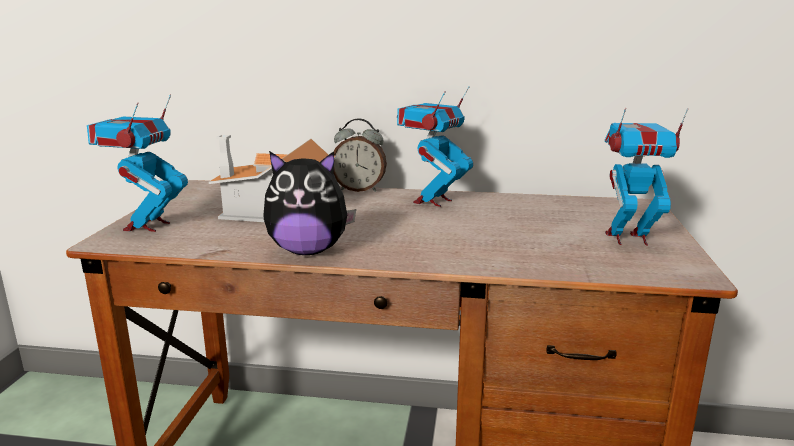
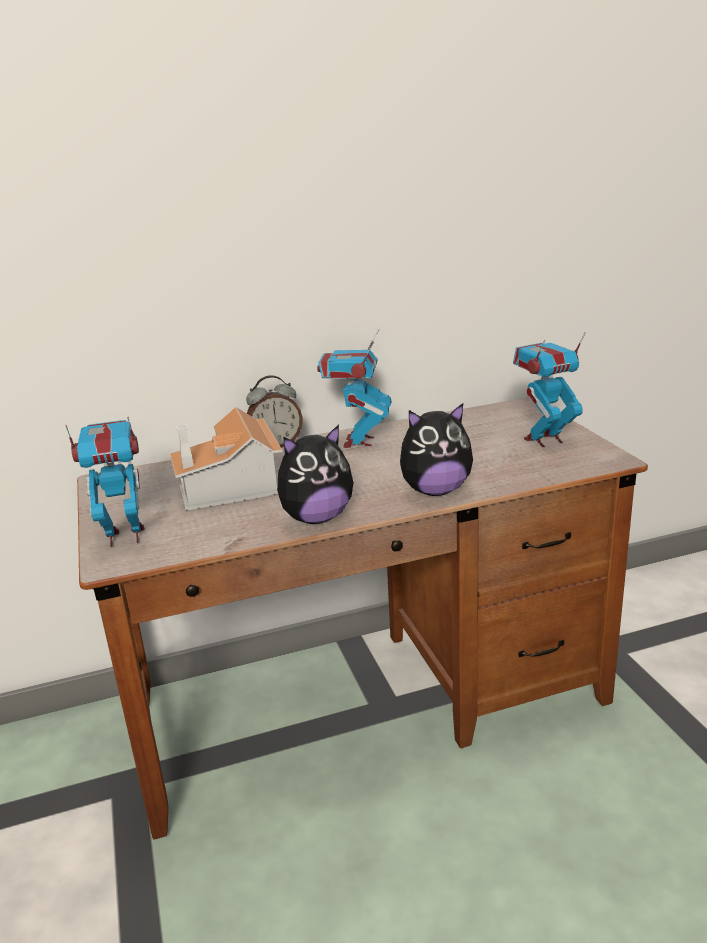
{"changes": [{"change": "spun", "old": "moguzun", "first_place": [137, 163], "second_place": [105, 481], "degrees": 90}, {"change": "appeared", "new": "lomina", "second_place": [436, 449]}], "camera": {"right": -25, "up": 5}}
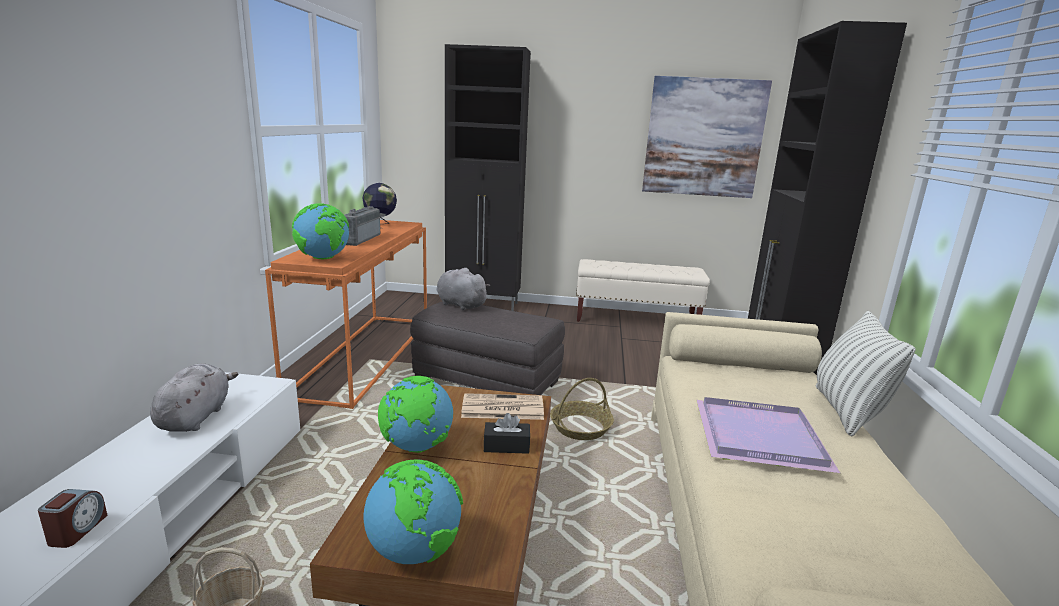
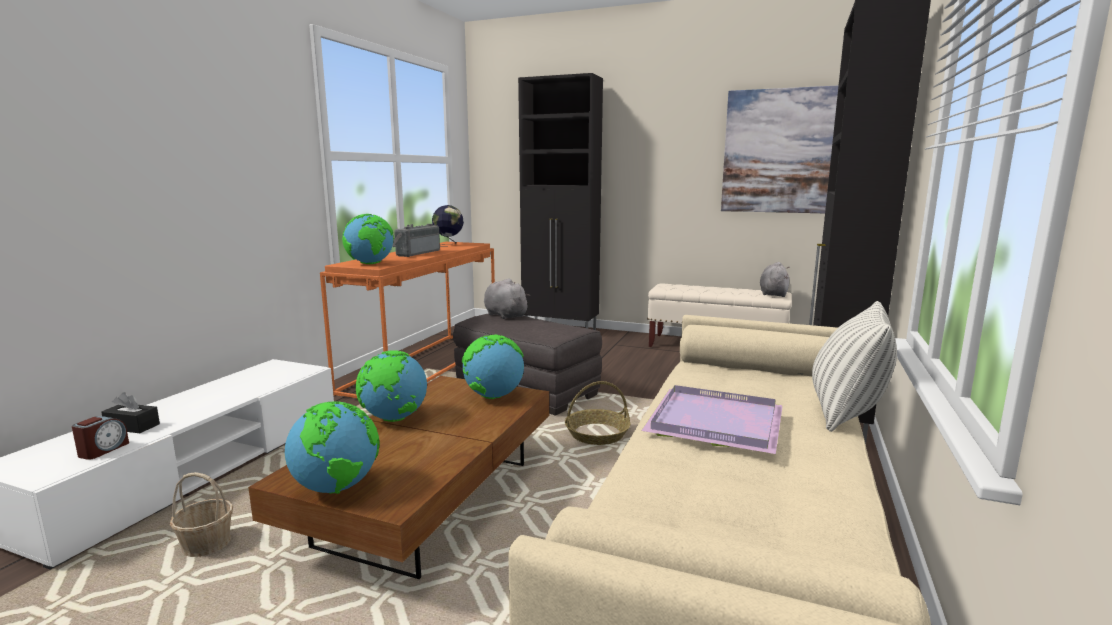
{"changes": [{"change": "relocated", "old": "grey lomina", "first_place": [194, 398], "second_place": [774, 279]}, {"change": "exchanged", "old": "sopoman", "new": "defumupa", "first_place": [502, 406], "second_place": [493, 366]}, {"change": "relocated", "old": "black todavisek", "first_place": [507, 433], "second_place": [130, 412]}], "camera": {"right": 15, "up": -5}}
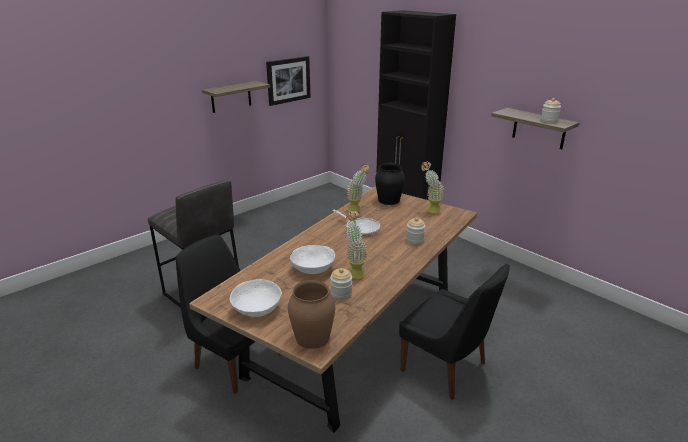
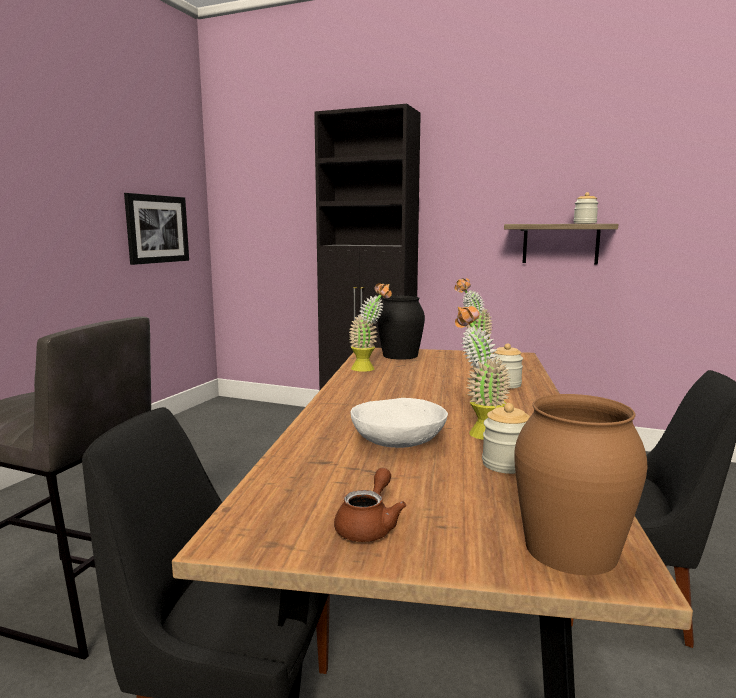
{"changes": [{"change": "missing", "old": "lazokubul", "first_place": [236, 97]}, {"change": "missing", "old": "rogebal", "first_place": [356, 223]}, {"change": "exchanged", "old": "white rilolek", "new": "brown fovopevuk", "first_place": [256, 298], "second_place": [370, 505]}], "camera": {"right": -25, "up": -15}}
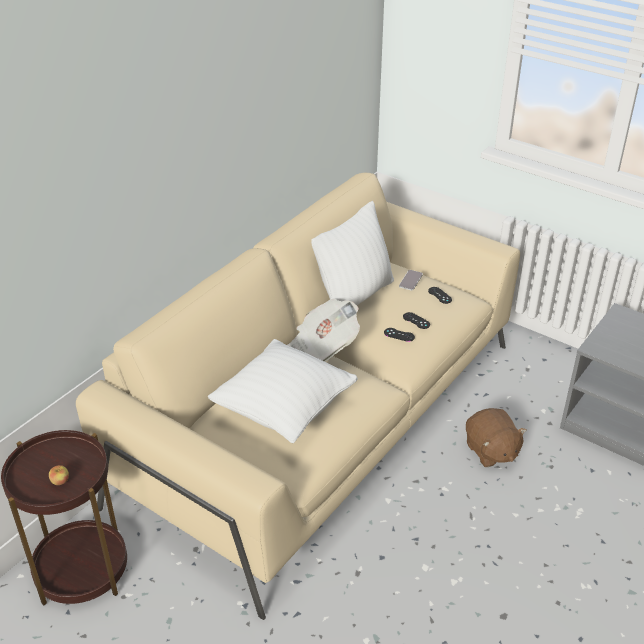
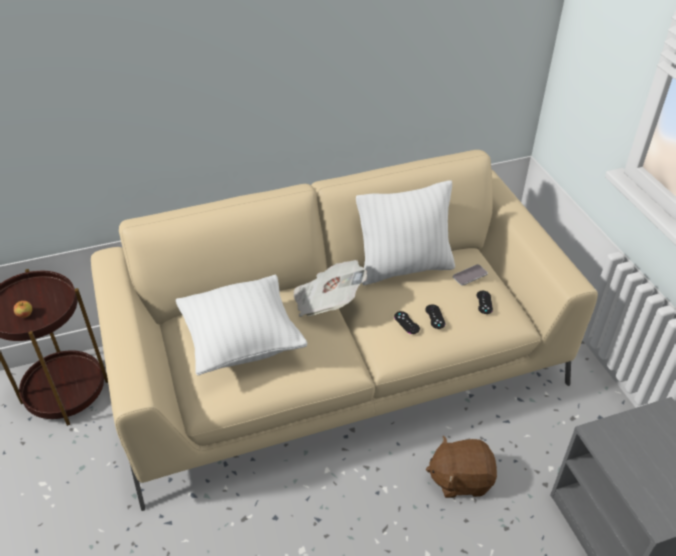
{"changes": [{"change": "spun", "old": "brown lomina", "first_place": [496, 437], "second_place": [461, 467], "degrees": 75}], "camera": {"right": 35, "up": 5}}
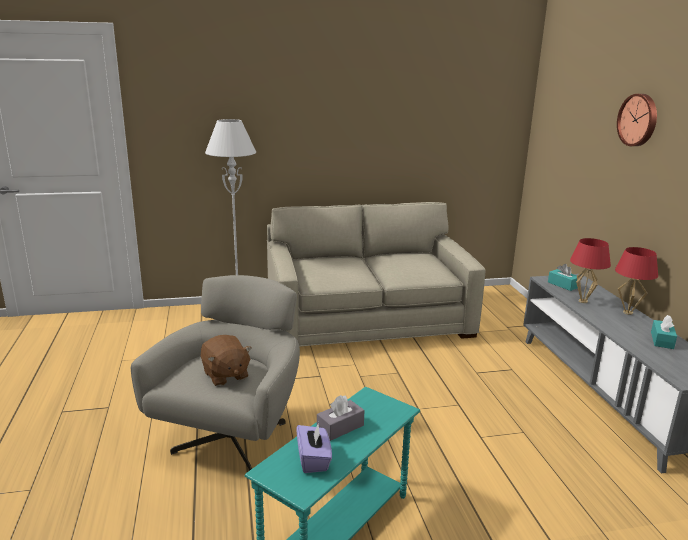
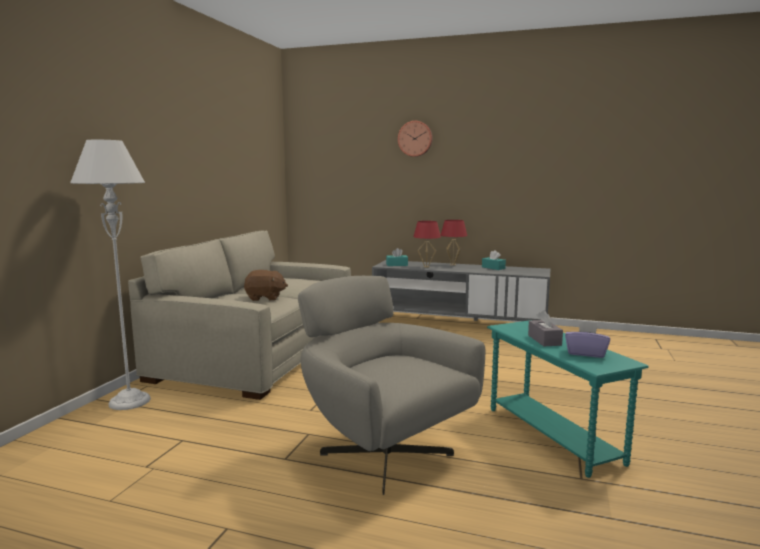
{"changes": [{"change": "relocated", "old": "brown lomina", "first_place": [226, 360], "second_place": [266, 285]}], "camera": {"right": -60, "up": -10}}
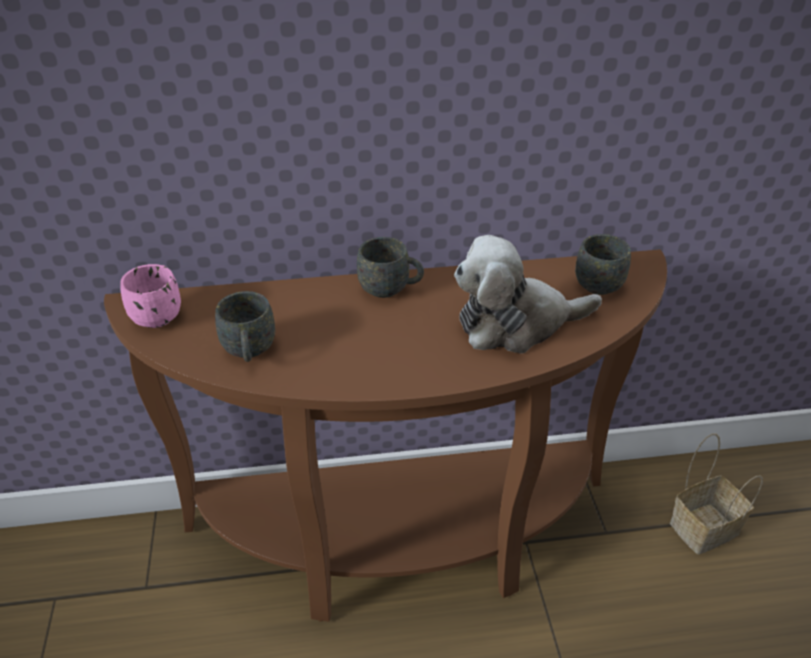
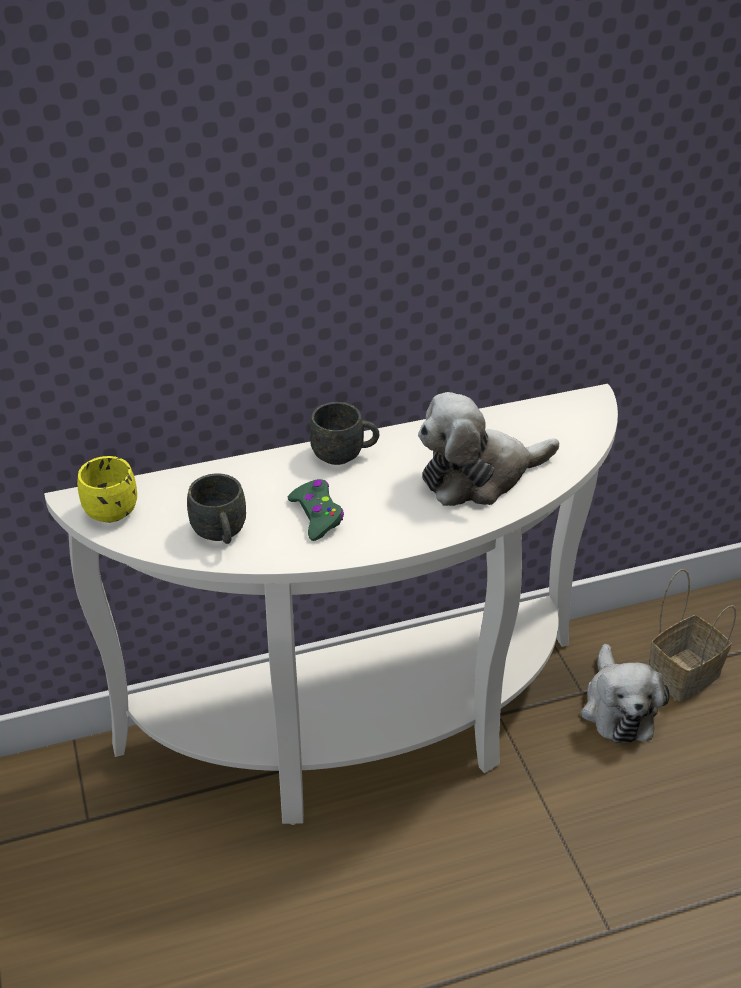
{"changes": [{"change": "missing", "old": "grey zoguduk", "first_place": [603, 264]}, {"change": "colour", "old": "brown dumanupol", "new": "white dumanupol", "first_place": [385, 435], "second_place": [331, 604]}, {"change": "colour", "old": "pink zoguduk", "new": "yellow zoguduk", "first_place": [150, 296], "second_place": [107, 489]}, {"change": "appeared", "new": "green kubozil", "second_place": [316, 510]}, {"change": "appeared", "new": "lomina", "second_place": [625, 694]}], "camera": {"right": -10, "up": 0}}
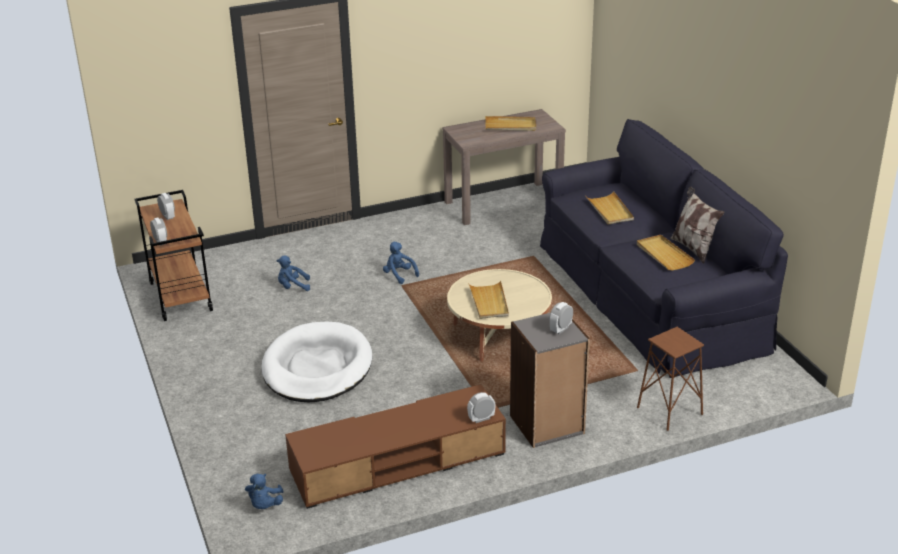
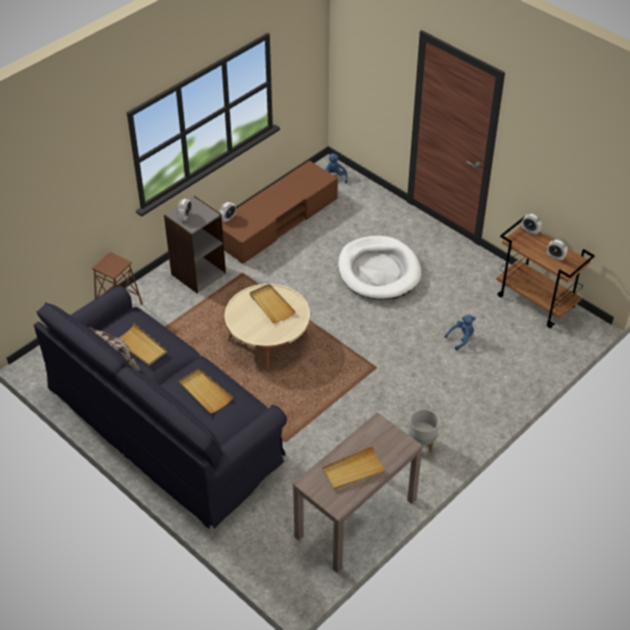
{"changes": [{"change": "missing", "old": "blue lomina", "first_place": [401, 263]}, {"change": "appeared", "new": "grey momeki", "second_place": [424, 431]}], "camera": {"right": 155, "up": 15}}
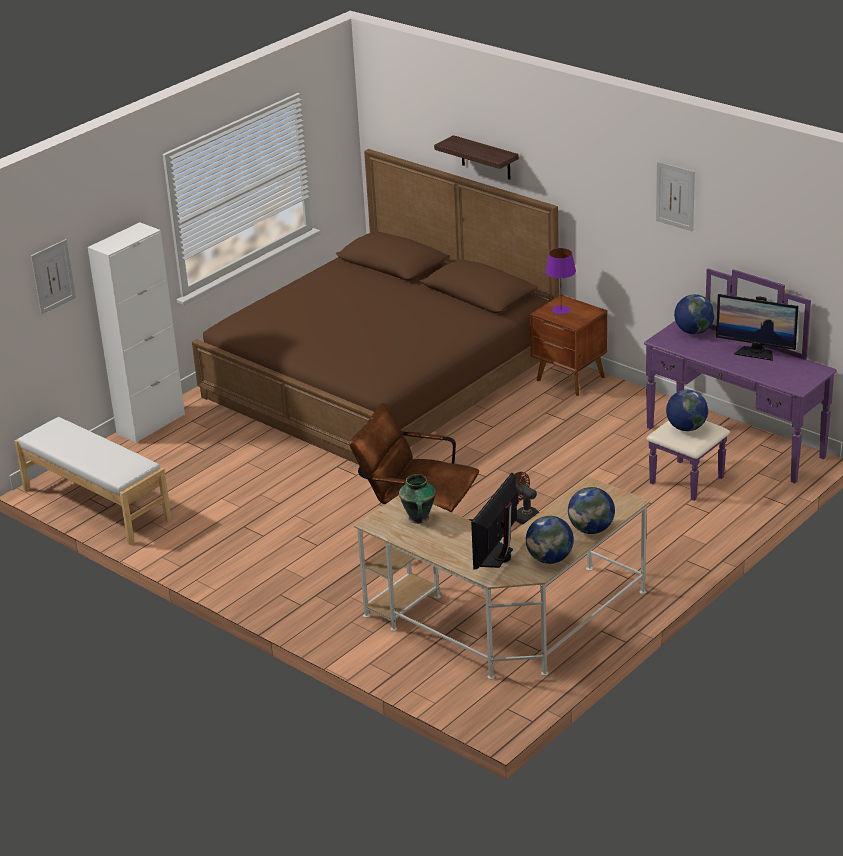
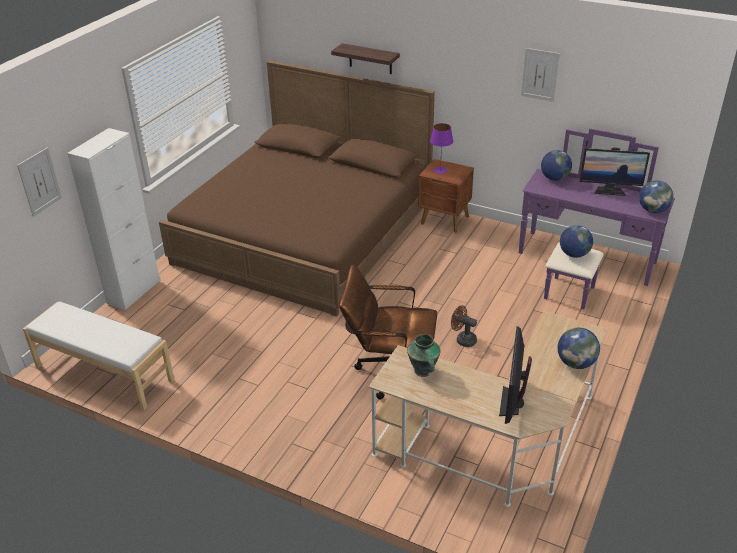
{"changes": [{"change": "relocated", "old": "defumupa", "first_place": [550, 540], "second_place": [656, 196]}], "camera": {"right": -15, "up": 5}}
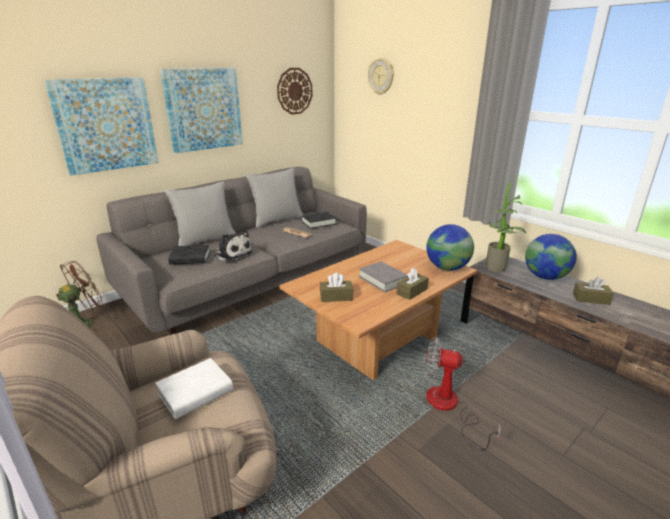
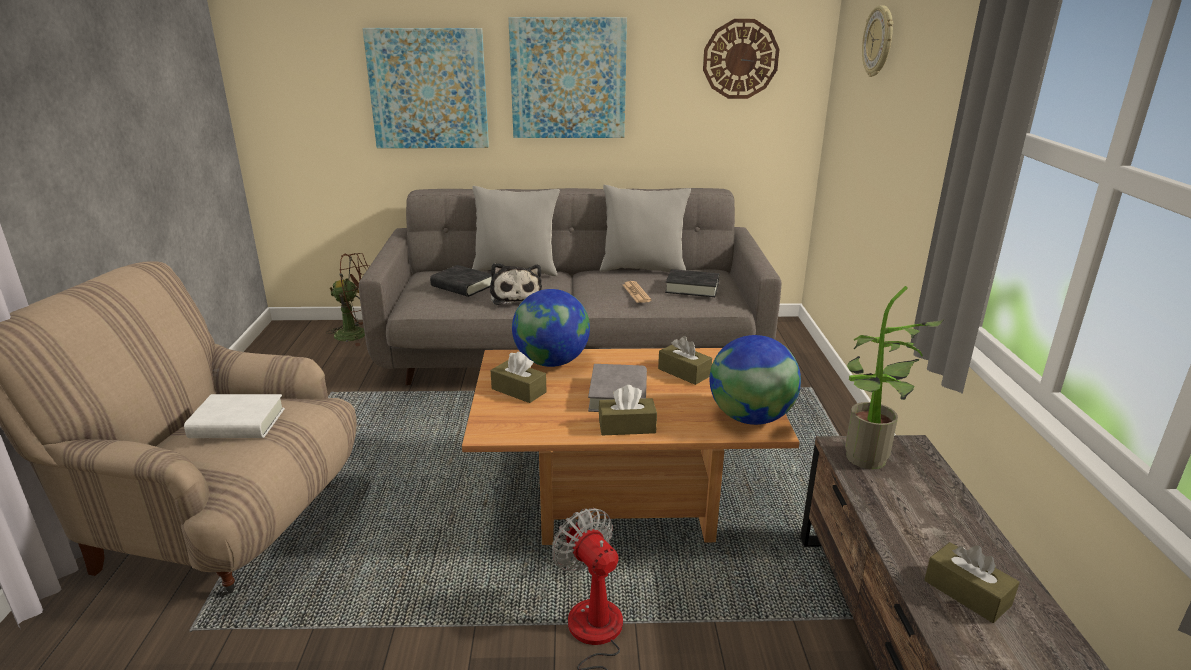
{"changes": [{"change": "relocated", "old": "defumupa", "first_place": [551, 257], "second_place": [551, 328]}, {"change": "appeared", "new": "brown todavisek", "second_place": [685, 360]}], "camera": {"right": 40, "up": 0}}
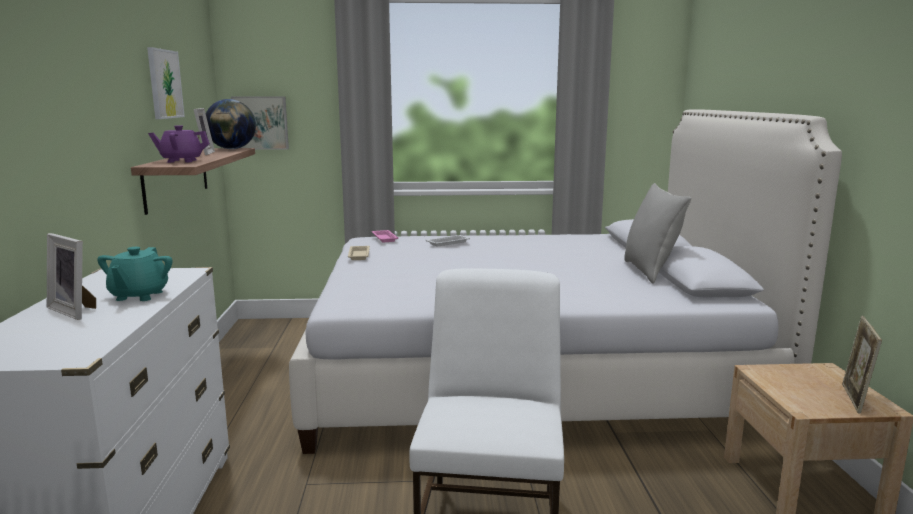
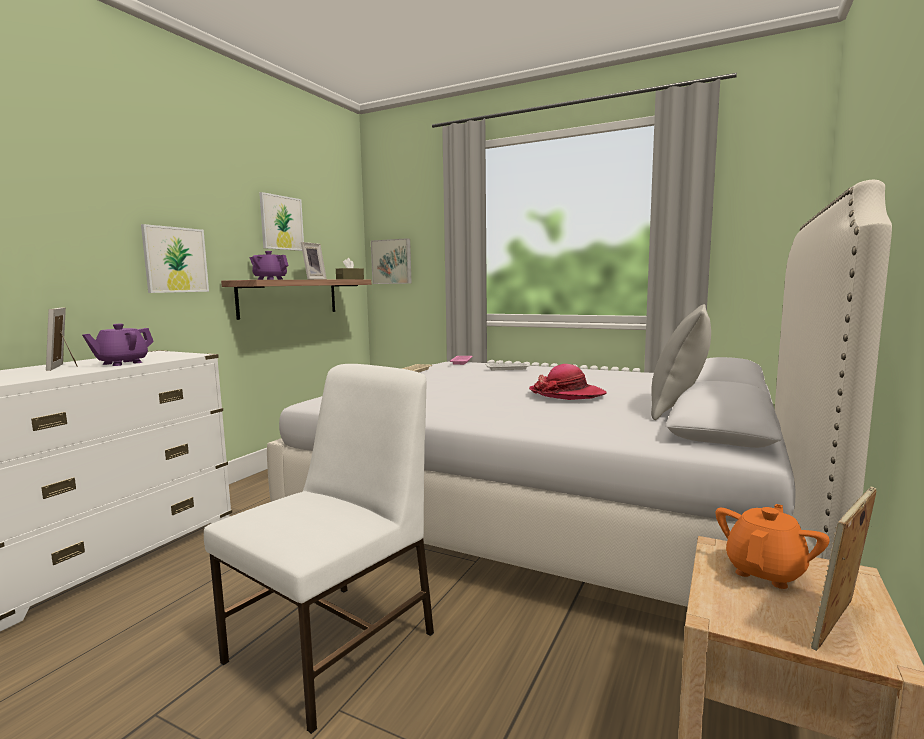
{"changes": [{"change": "exchanged", "old": "defumupa", "new": "brown todavisek", "first_place": [231, 124], "second_place": [350, 269]}, {"change": "colour", "old": "turquoise fovopevuk", "new": "purple fovopevuk", "first_place": [134, 274], "second_place": [118, 345]}, {"change": "appeared", "new": "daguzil", "second_place": [175, 258]}, {"change": "appeared", "new": "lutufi", "second_place": [568, 382]}, {"change": "appeared", "new": "orange fovopevuk", "second_place": [773, 546]}], "camera": {"right": 30, "up": -5}}
